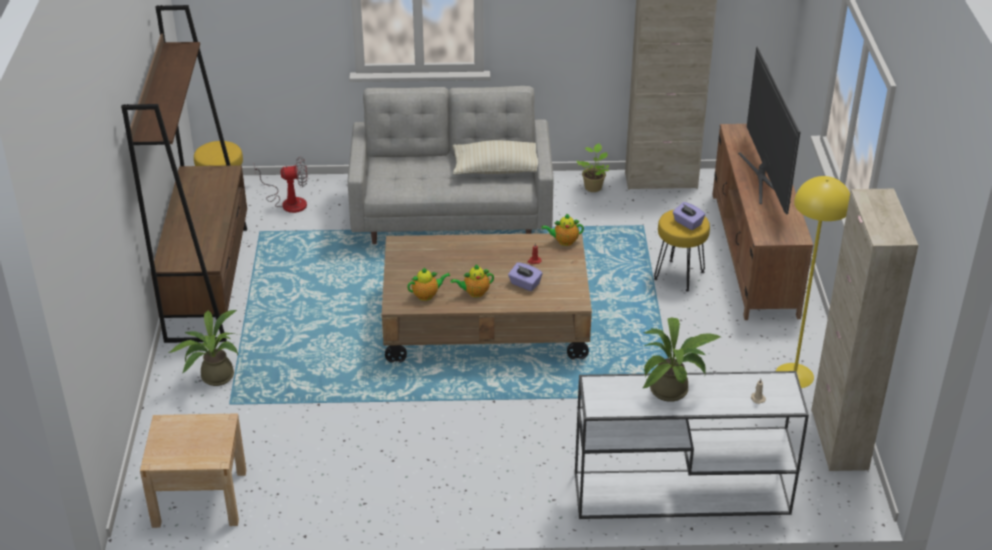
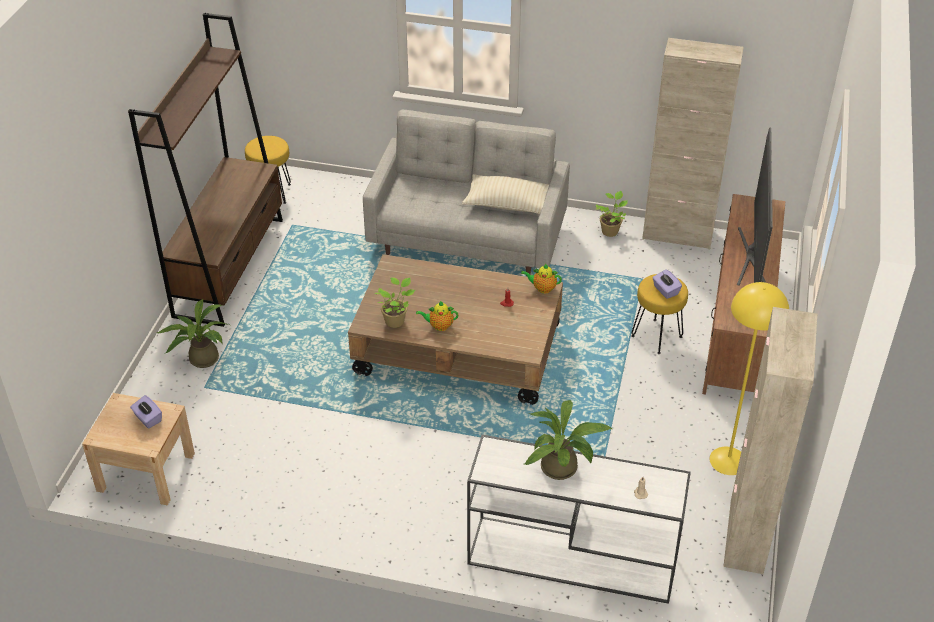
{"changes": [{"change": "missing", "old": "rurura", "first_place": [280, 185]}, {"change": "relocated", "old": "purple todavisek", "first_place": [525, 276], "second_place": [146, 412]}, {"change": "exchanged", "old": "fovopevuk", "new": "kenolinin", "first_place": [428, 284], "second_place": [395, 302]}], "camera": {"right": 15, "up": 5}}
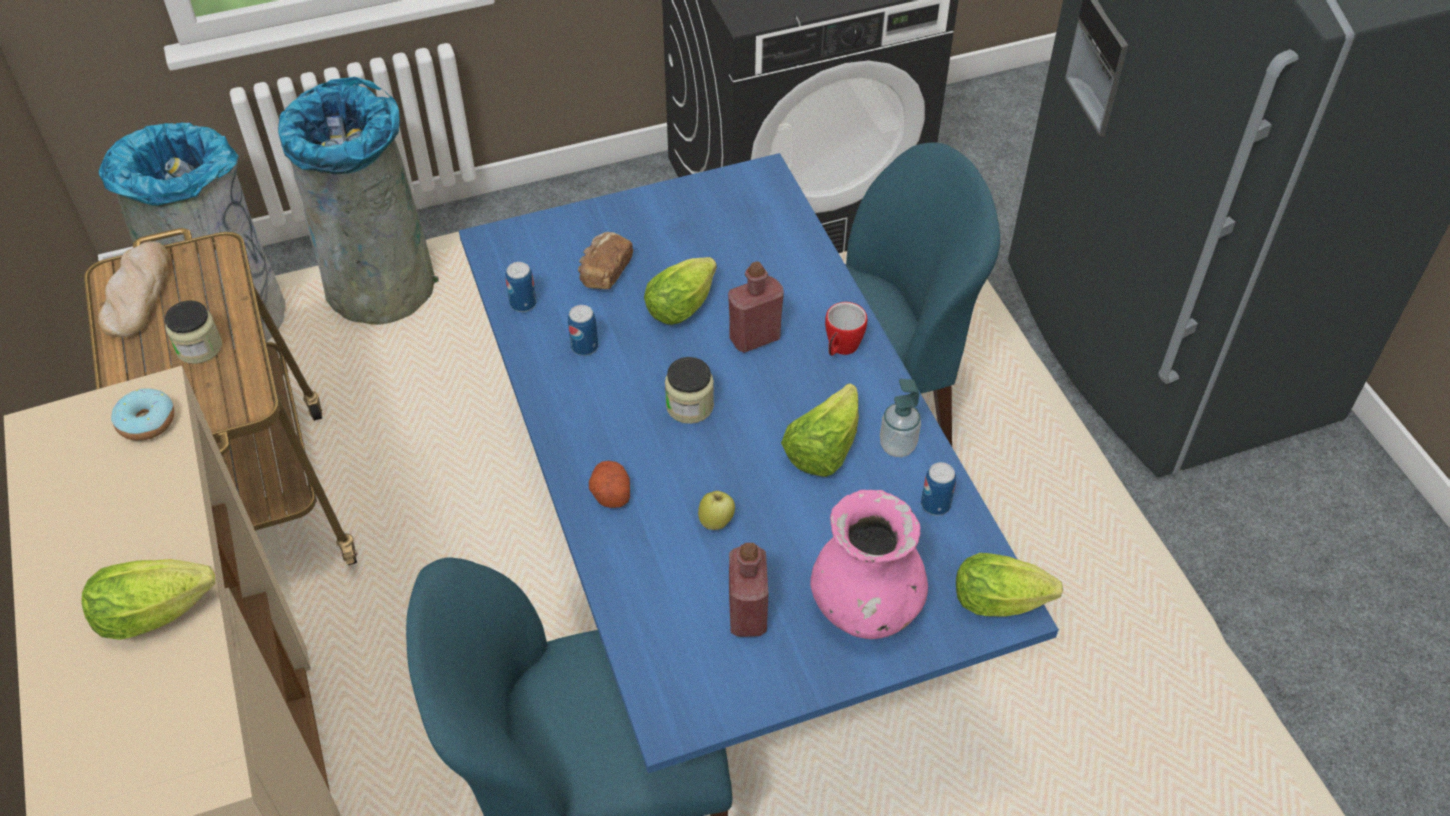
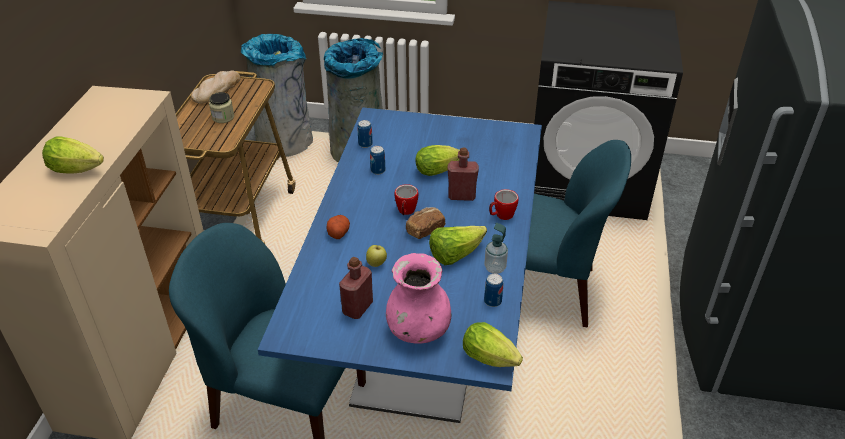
{"changes": [{"change": "relocated", "old": "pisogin", "first_place": [605, 260], "second_place": [425, 223]}, {"change": "exchanged", "old": "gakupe", "new": "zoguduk", "first_place": [689, 390], "second_place": [406, 199]}, {"change": "missing", "old": "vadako", "first_place": [142, 414]}], "camera": {"right": 30, "up": -10}}
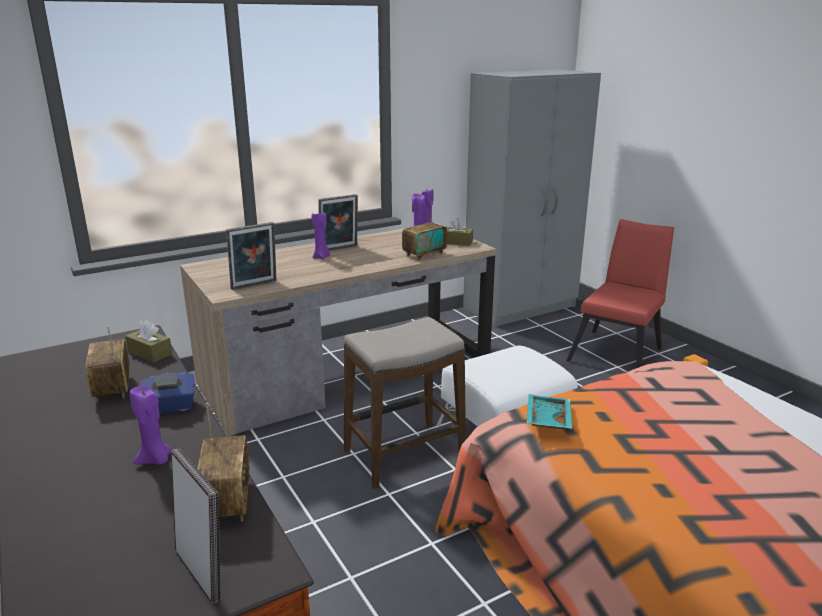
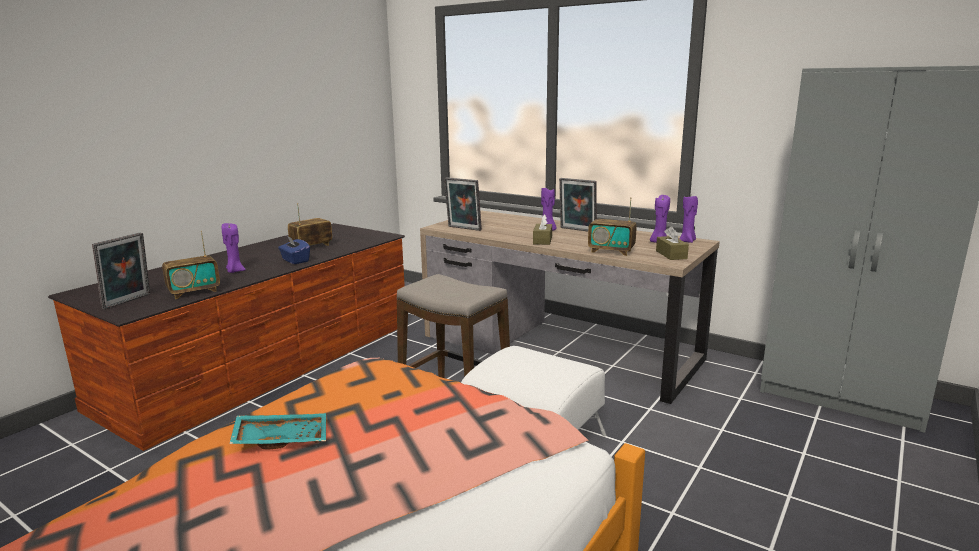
{"changes": [{"change": "missing", "old": "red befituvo", "first_place": [620, 293]}, {"change": "relocated", "old": "brown todavisek", "first_place": [148, 341], "second_place": [542, 229]}, {"change": "relocated", "old": "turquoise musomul", "first_place": [549, 411], "second_place": [277, 431]}], "camera": {"right": 65, "up": -5}}
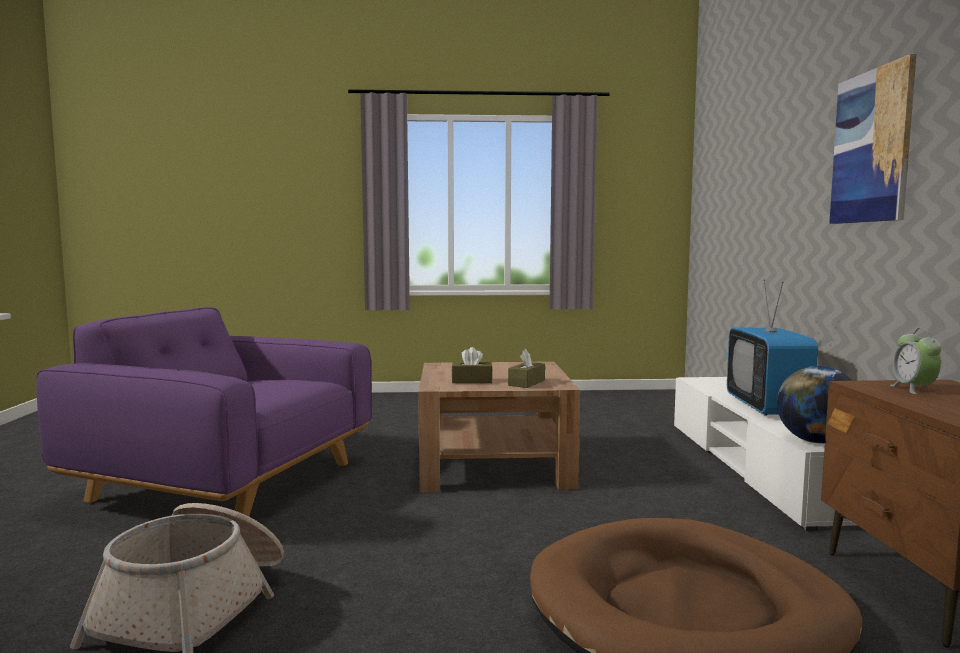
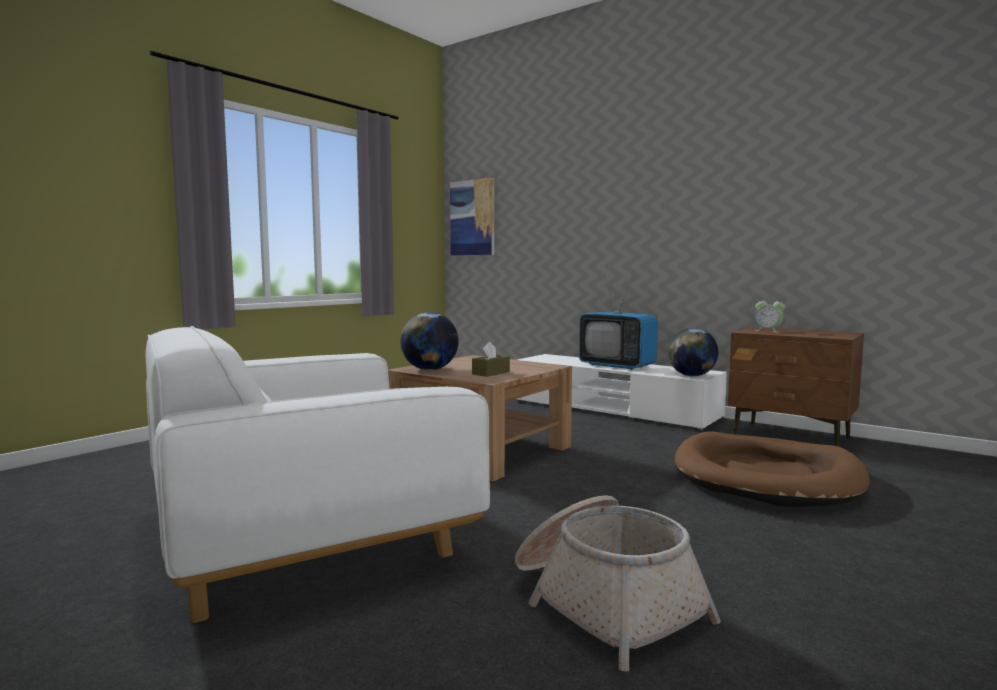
{"changes": [{"change": "relocated", "old": "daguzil", "first_place": [873, 139], "second_place": [472, 216]}, {"change": "colour", "old": "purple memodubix", "new": "white memodubix", "first_place": [204, 411], "second_place": [318, 474]}, {"change": "missing", "old": "brown todavisek", "first_place": [526, 368]}, {"change": "appeared", "new": "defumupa", "second_place": [429, 341]}], "camera": {"right": -50, "up": 0}}
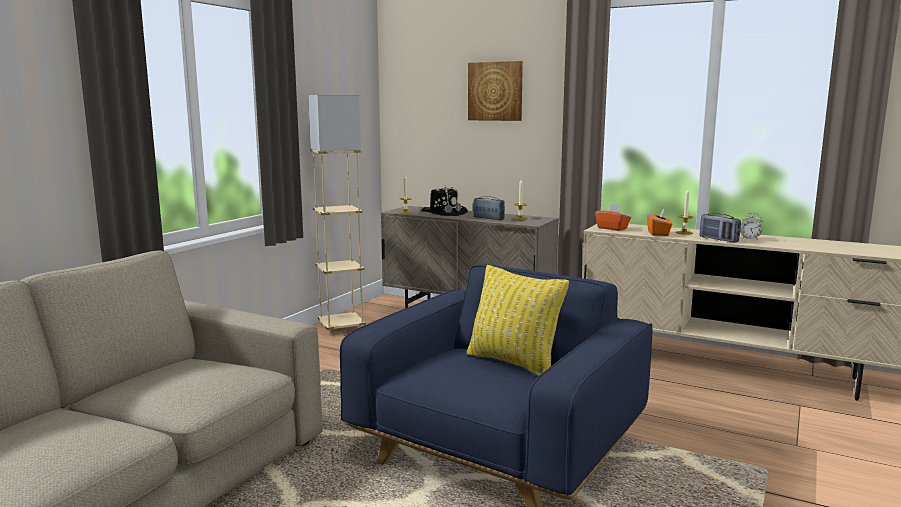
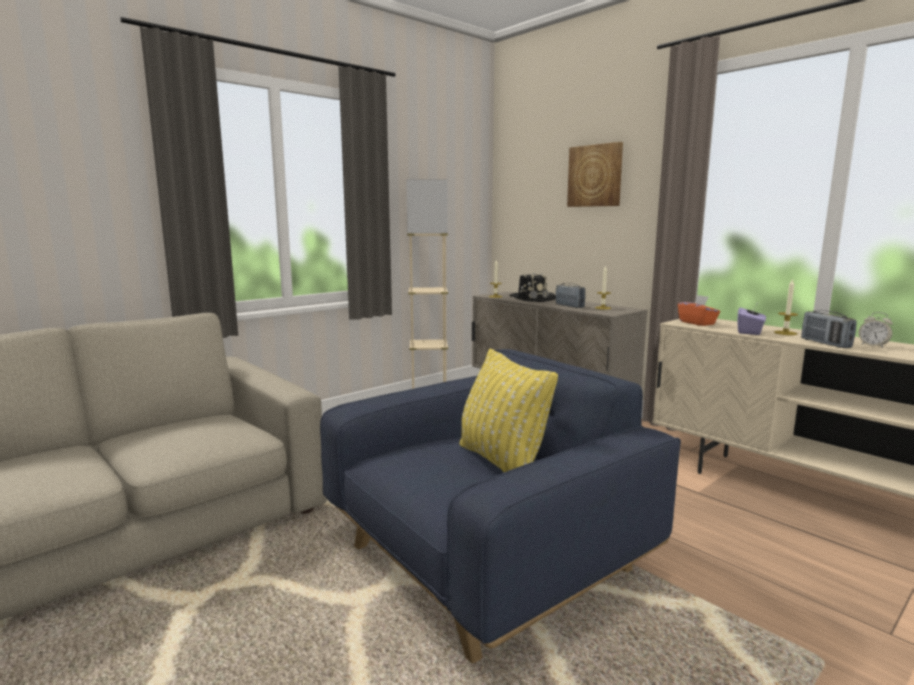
{"changes": [{"change": "colour", "old": "orange todavisek", "new": "purple todavisek", "first_place": [659, 222], "second_place": [751, 319]}], "camera": {"right": 20, "up": 0}}
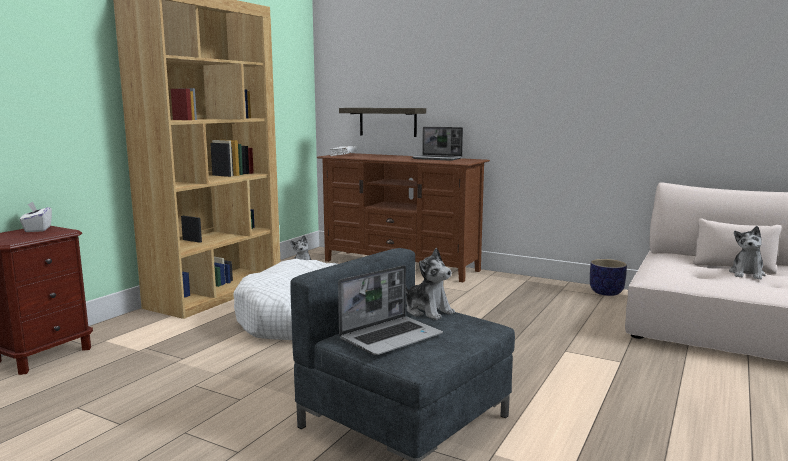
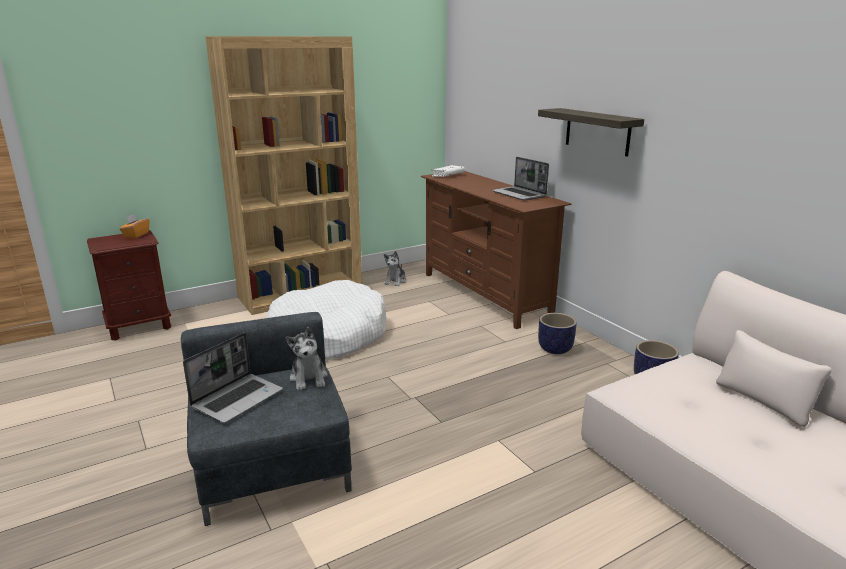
{"changes": [{"change": "relocated", "old": "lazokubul", "first_place": [382, 122], "second_place": [591, 132]}, {"change": "colour", "old": "white todavisek", "new": "orange todavisek", "first_place": [36, 217], "second_place": [134, 226]}, {"change": "missing", "old": "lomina", "first_place": [747, 253]}, {"change": "spun", "old": "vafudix", "first_place": [390, 310], "second_place": [233, 378], "degrees": -45}, {"change": "appeared", "new": "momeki", "second_place": [557, 333]}], "camera": {"right": 30, "up": 10}}
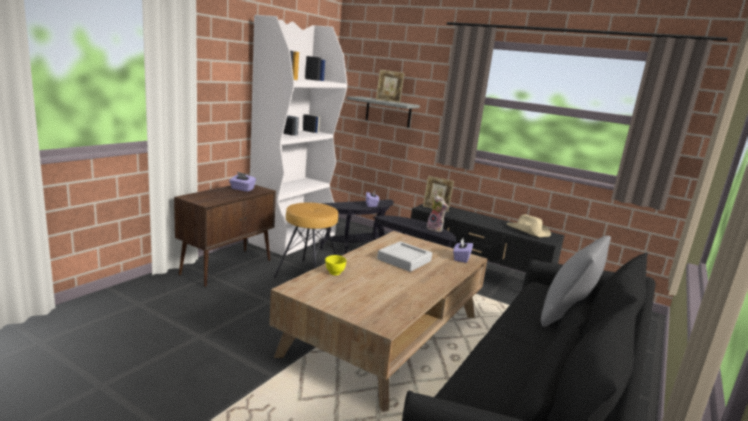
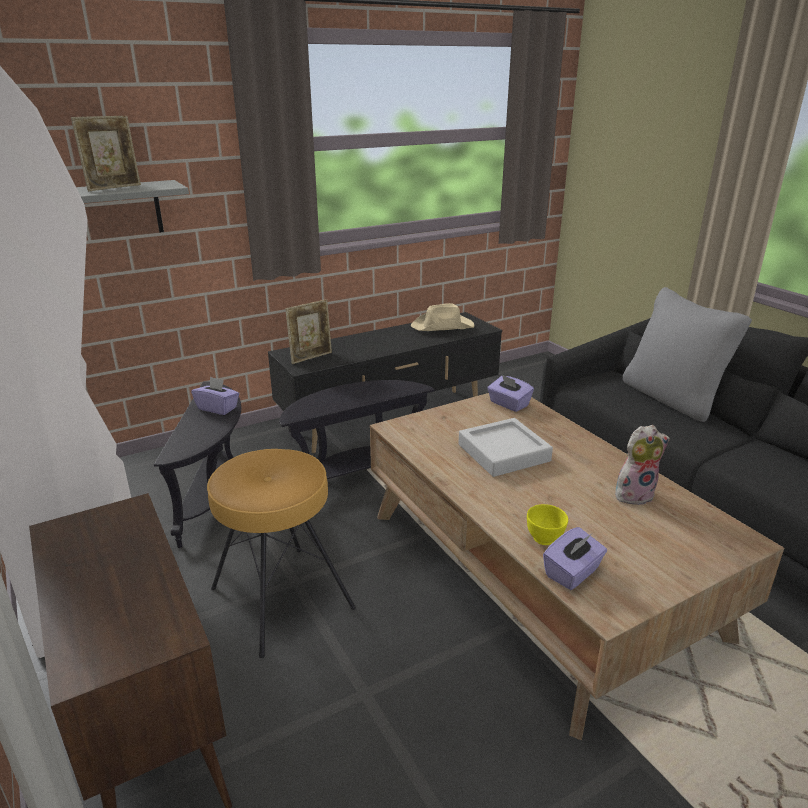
{"changes": [{"change": "relocated", "old": "purple todavisek", "first_place": [242, 182], "second_place": [575, 558]}, {"change": "relocated", "old": "lomina", "first_place": [437, 213], "second_place": [642, 465]}], "camera": {"right": -60, "up": 10}}
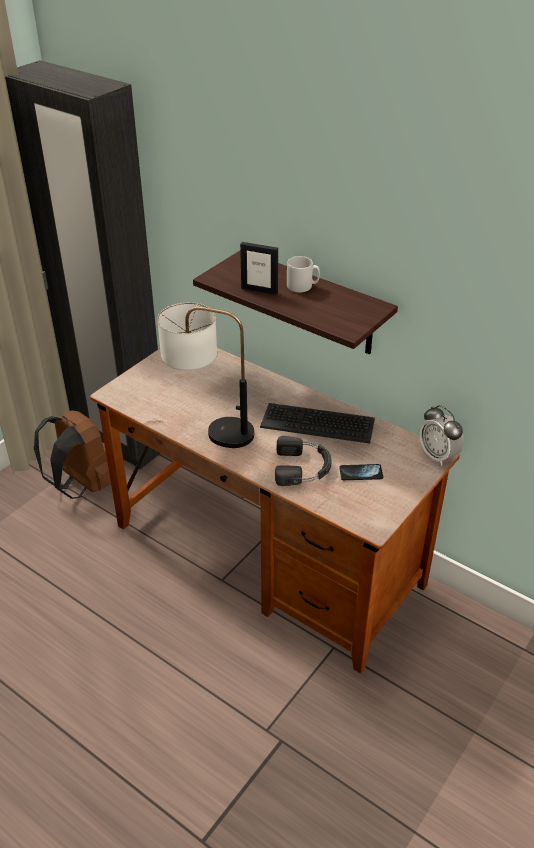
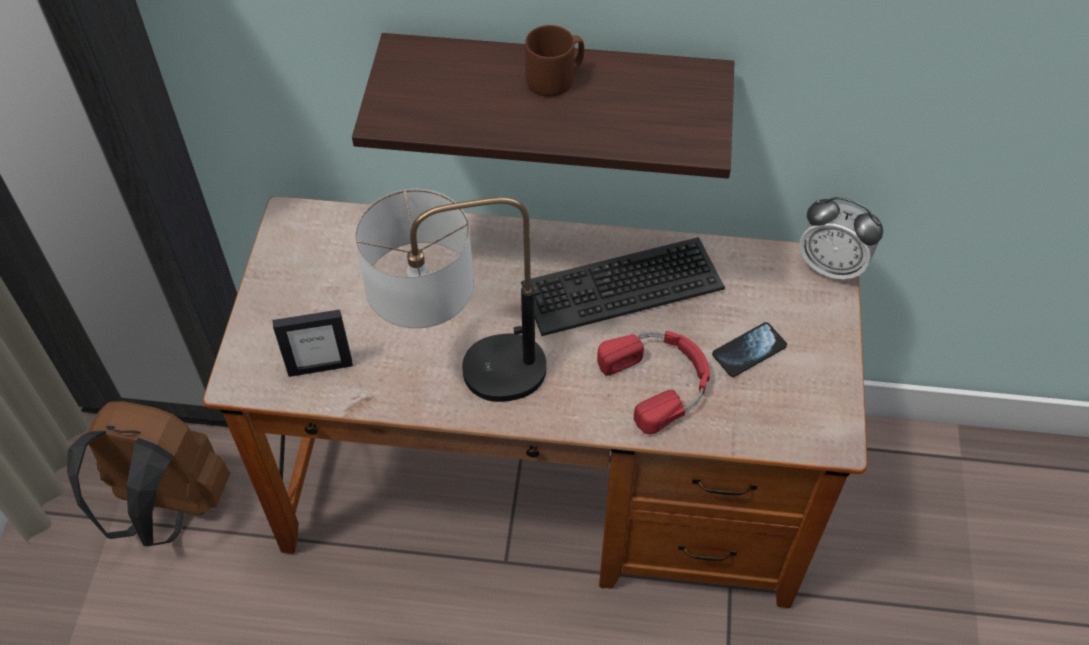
{"changes": [{"change": "relocated", "old": "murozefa", "first_place": [259, 268], "second_place": [312, 343]}, {"change": "colour", "old": "grey zoguduk", "new": "brown zoguduk", "first_place": [303, 274], "second_place": [554, 61]}, {"change": "colour", "old": "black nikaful", "new": "red nikaful", "first_place": [303, 461], "second_place": [653, 382]}], "camera": {"right": -30, "up": 15}}
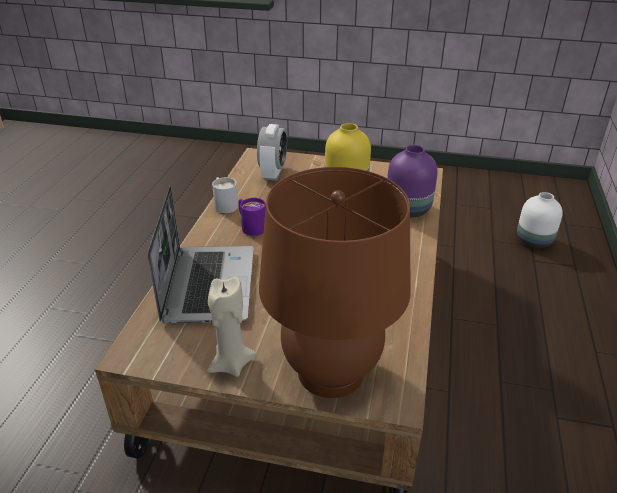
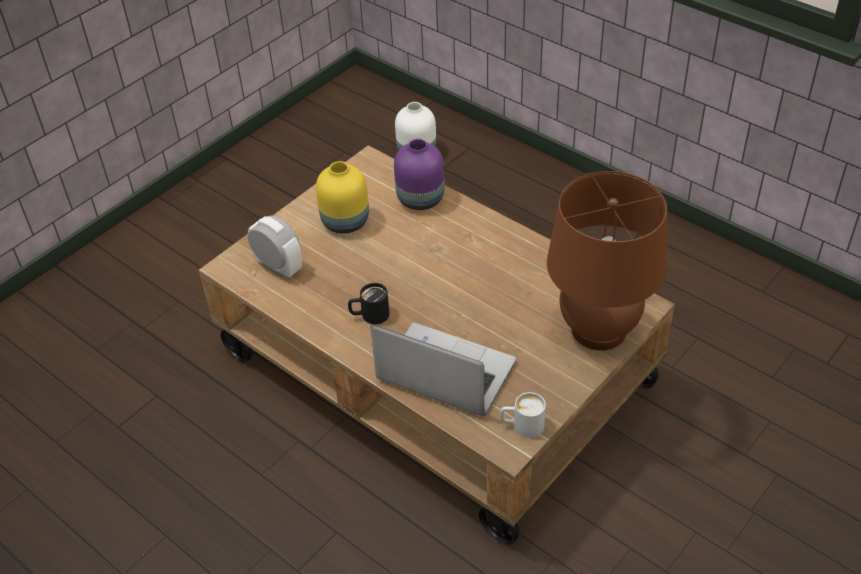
{"changes": [{"change": "relocated", "old": "white zoguduk", "first_place": [225, 195], "second_place": [523, 415]}, {"change": "colour", "old": "purple zoguduk", "new": "black zoguduk", "first_place": [252, 217], "second_place": [368, 303]}, {"change": "missing", "old": "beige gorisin", "first_place": [232, 327]}], "camera": {"right": -60, "up": 10}}
